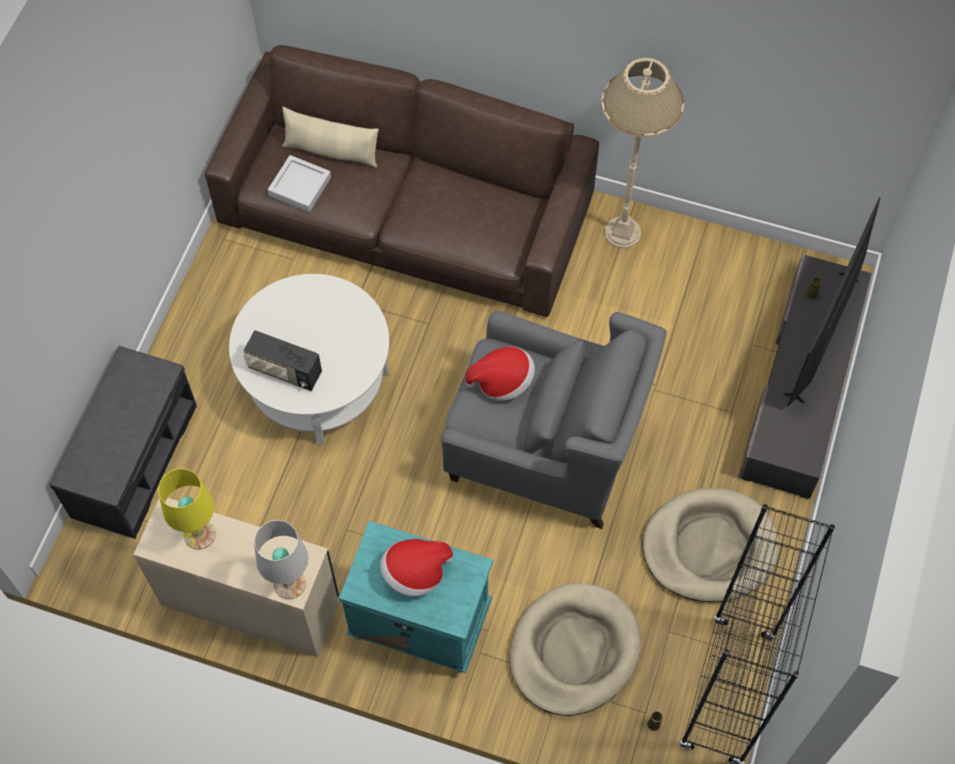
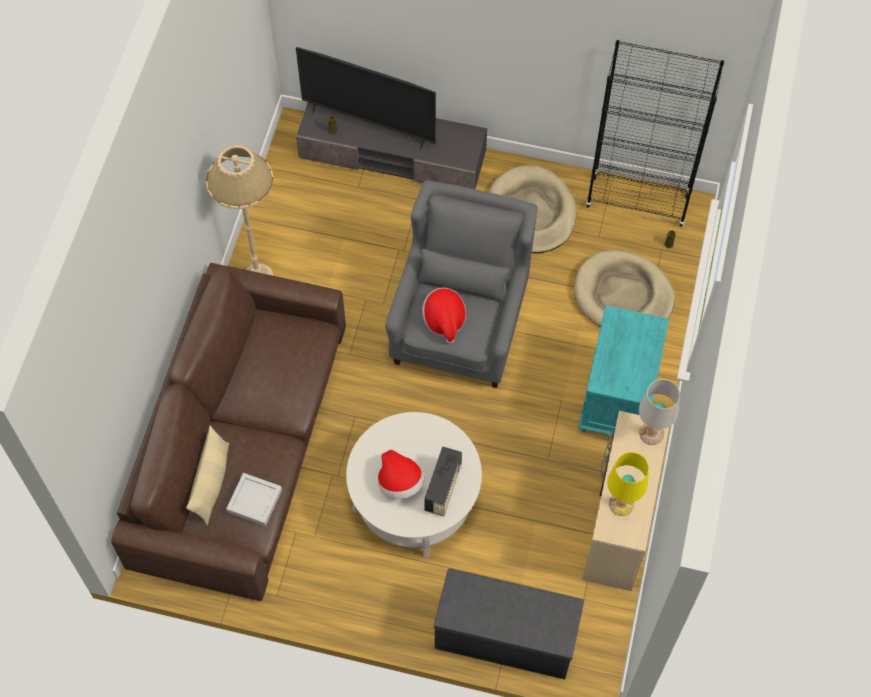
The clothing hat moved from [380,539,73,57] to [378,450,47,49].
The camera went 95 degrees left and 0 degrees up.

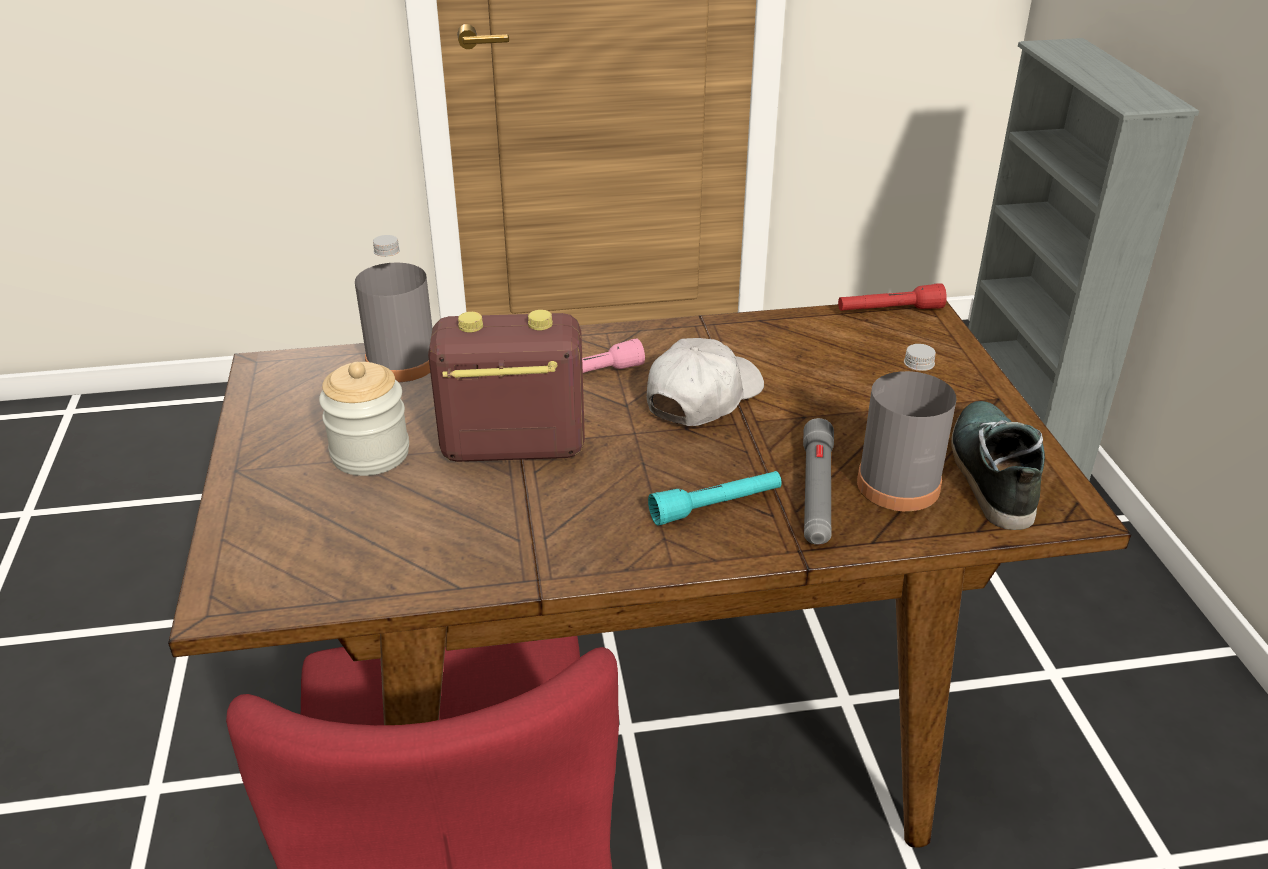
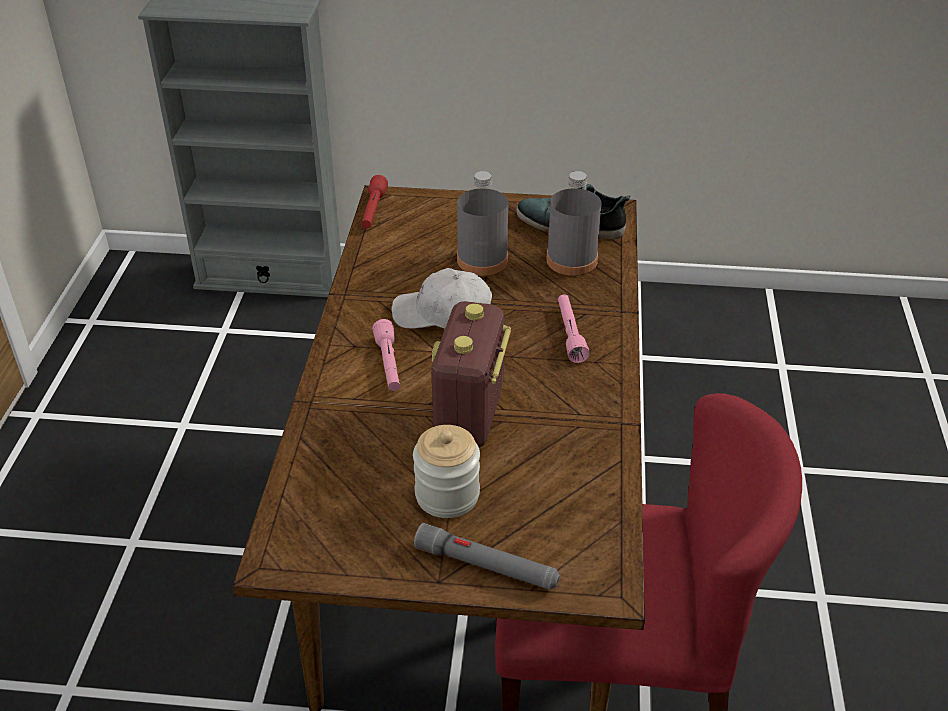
The greyish bottle moved from [355,235,78,147] to [457,171,51,105].
The white-coloured peaked cap at [647,338,117,88] turned 45 degrees counterclockwise.
The turquoise hand torch at [648,471,134,55] became the pinkish hand torch at [558,295,32,68].
The greyish hand torch moved from [803,418,31,127] to [414,523,146,67].
The camera went 75 degrees left and 5 degrees up.

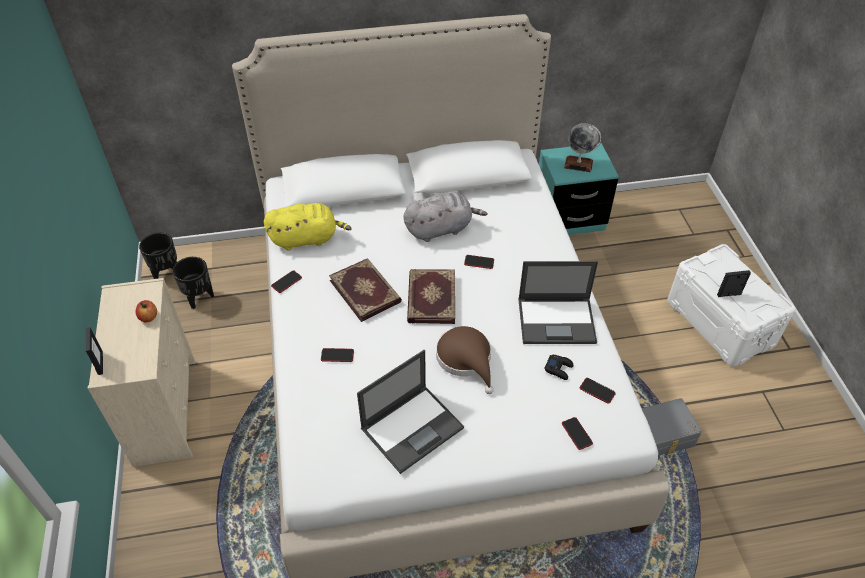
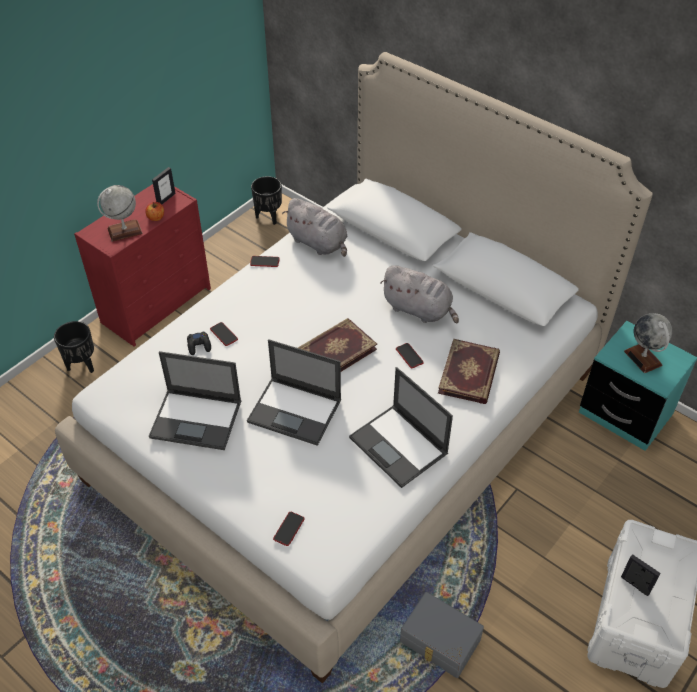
The standing frame moved from [86,327,17,48] to [152,167,24,37].
The beige-coloured chest of drawers at [88,278,107,189] became the red-coloured chest of drawers at [74,184,137,163].
The blackish plant pot moved from [172,257,42,52] to [54,321,40,52].
The yellow-coloured soft toy at [264,203,88,48] became the greyish soft toy at [282,198,66,59].
The book moved from [329,258,73,64] to [438,339,62,65].
The brownish clothing hat at [436,326,58,68] was replaced by the portable computer at [247,339,95,107].
The blackish game controller moved from [544,355,29,25] to [187,332,24,23].
The telephone at [580,378,36,26] disappeared.
The world globe at [97,185,46,57] appeared.
The camera went 50 degrees right and 0 degrees up.

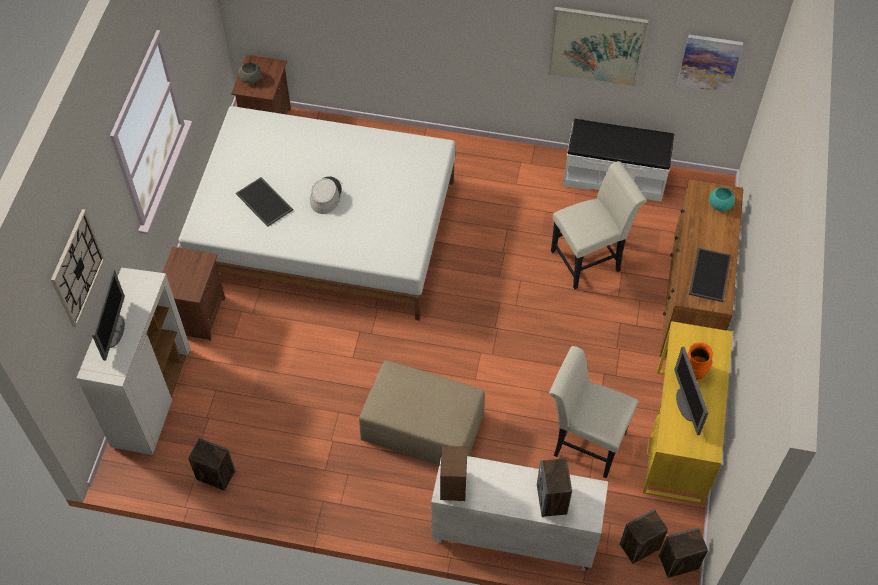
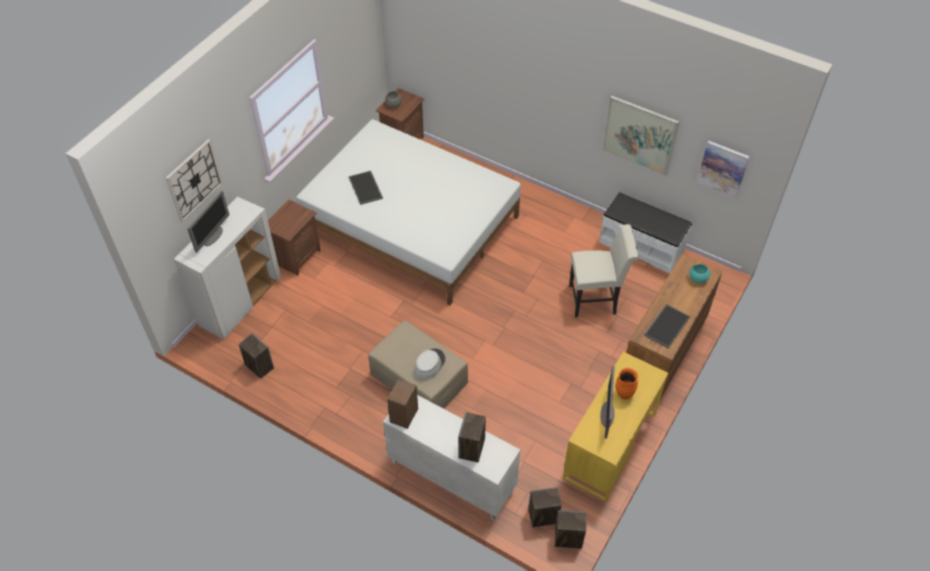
The greyish clothing hat moved from [310,176,32,38] to [414,348,31,32].
The white-coloured chair at [549,346,90,132] disappeared.
The camera went 20 degrees right and 5 degrees down.

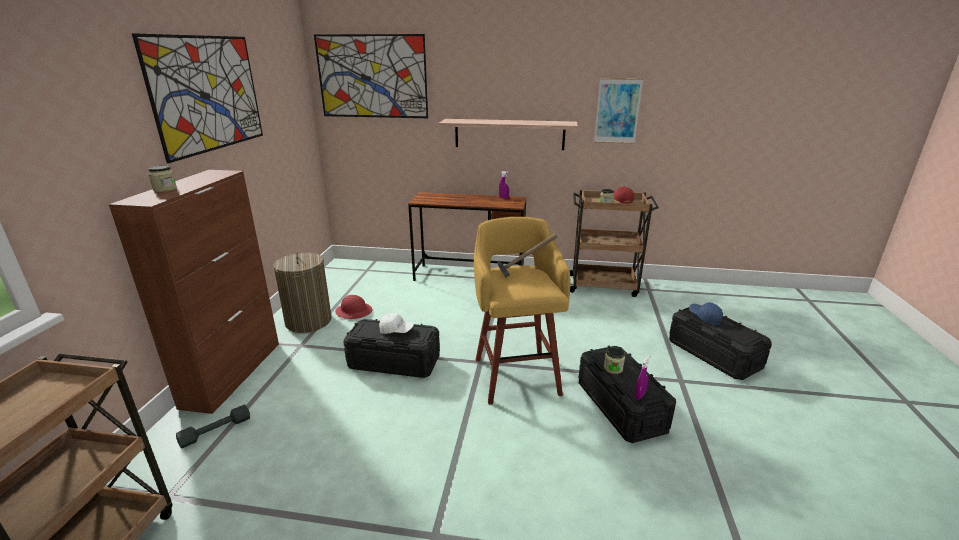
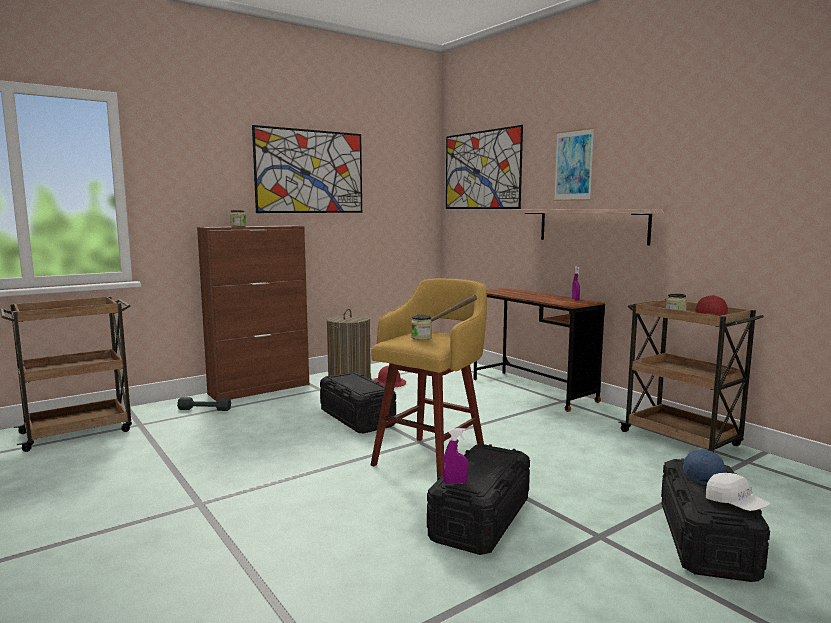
The white-coloured peaked cap moved from [379,313,35,21] to [706,473,65,38].
The wall art moved from [594,78,49,66] to [554,127,40,74].
The preserve jar moved from [604,347,21,27] to [411,315,21,25].
The camera went 45 degrees right and 15 degrees down.

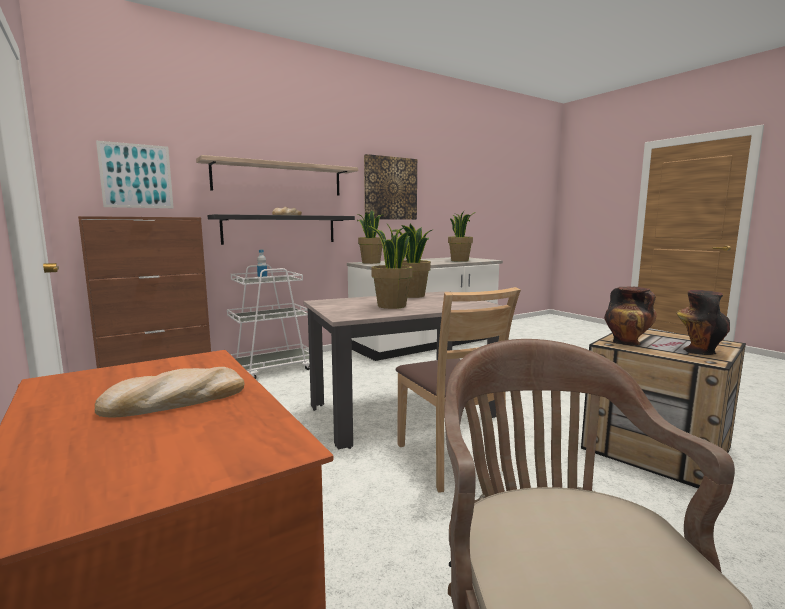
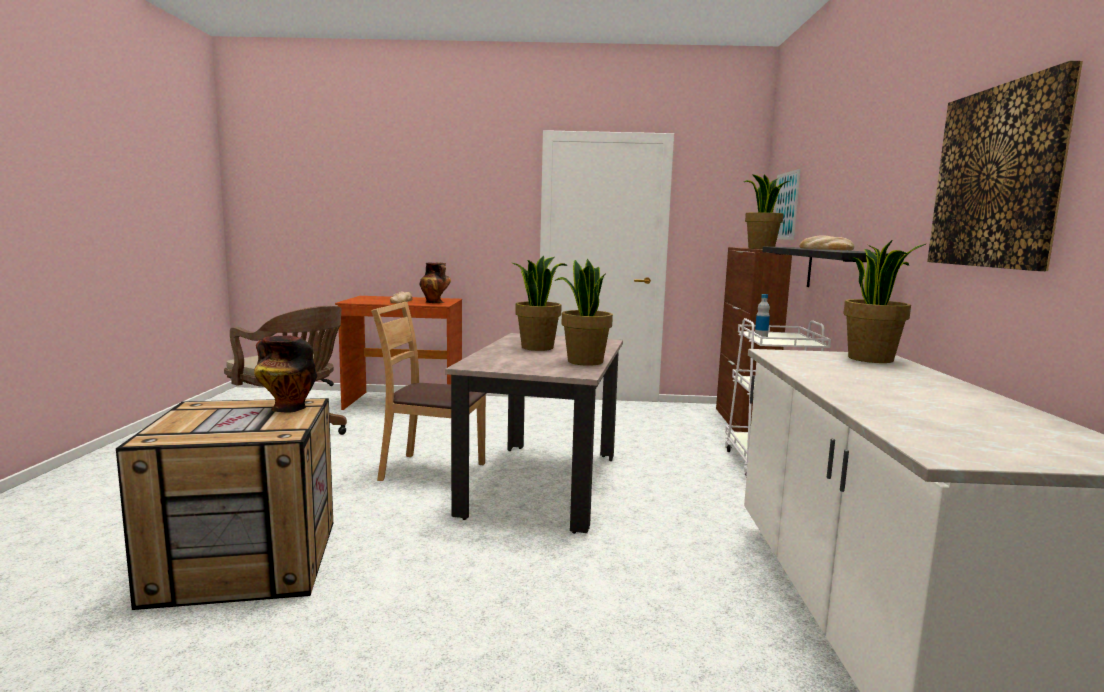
The shelf at [196,155,162,41] disappeared.
The plant in a pot moved from [448,211,28,51] to [744,174,46,75].
The decorative vase moved from [676,290,54,65] to [419,263,32,40].
The camera went 125 degrees right and 0 degrees up.

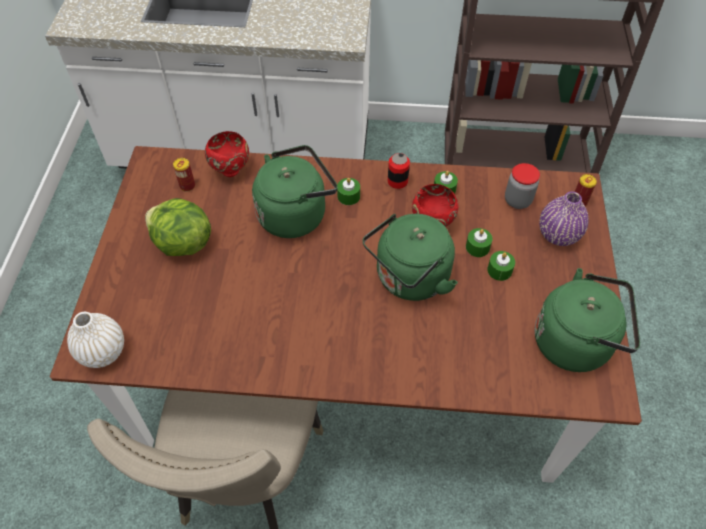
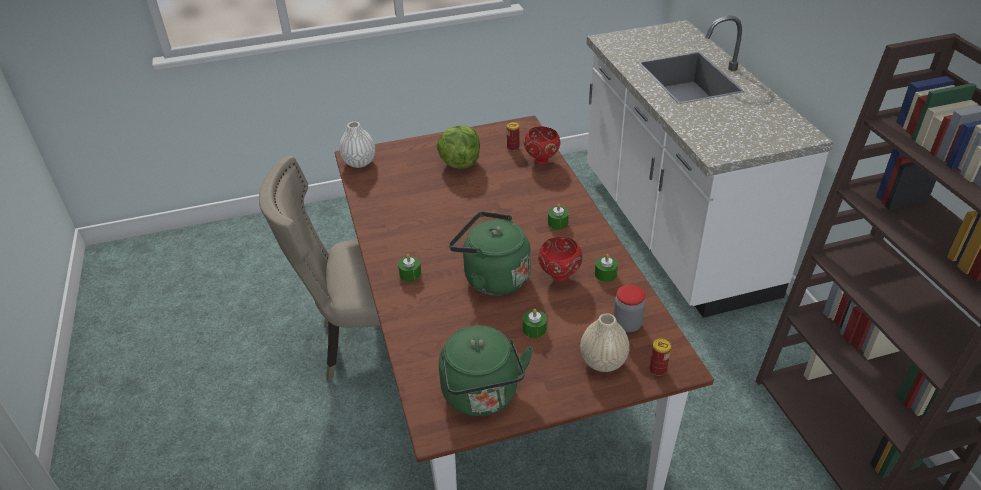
The green-coloured water kettle at [252,145,86,93] disappeared.
The metal can at [388,153,22,36] disappeared.
The green-coloured candle moved from [466,228,26,29] to [398,254,23,28].
The purplish decorative vase at [539,191,49,55] became the beige-coloured decorative vase at [580,313,50,59].
The camera went 70 degrees right and 15 degrees down.

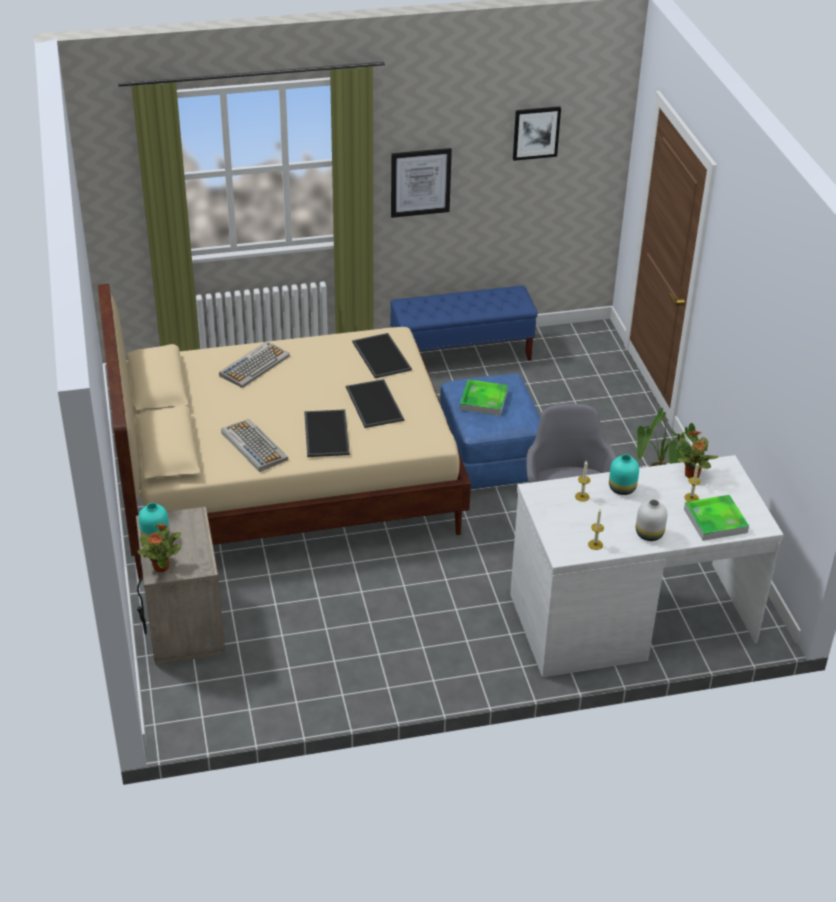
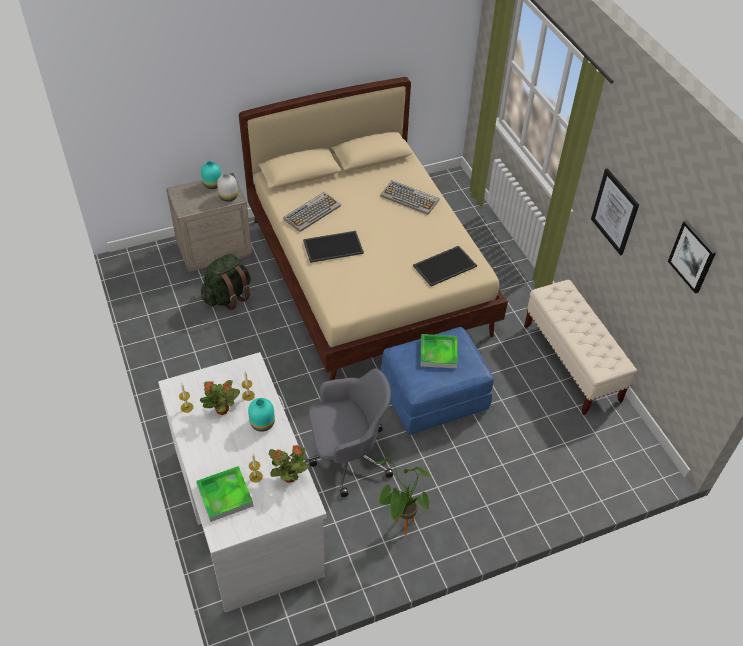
The plant in a pot moved from [137,523,44,49] to [200,380,40,35].
The tray at [346,379,58,49] disappeared.
The blue-coloured bench at [390,286,148,75] became the beige-coloured bench at [524,280,113,135].
The white-coloured decorative vase moved from [636,499,31,42] to [217,174,21,28].
The green-coloured rucksack at [201,254,50,57] appeared.
The camera went 80 degrees right and 10 degrees up.

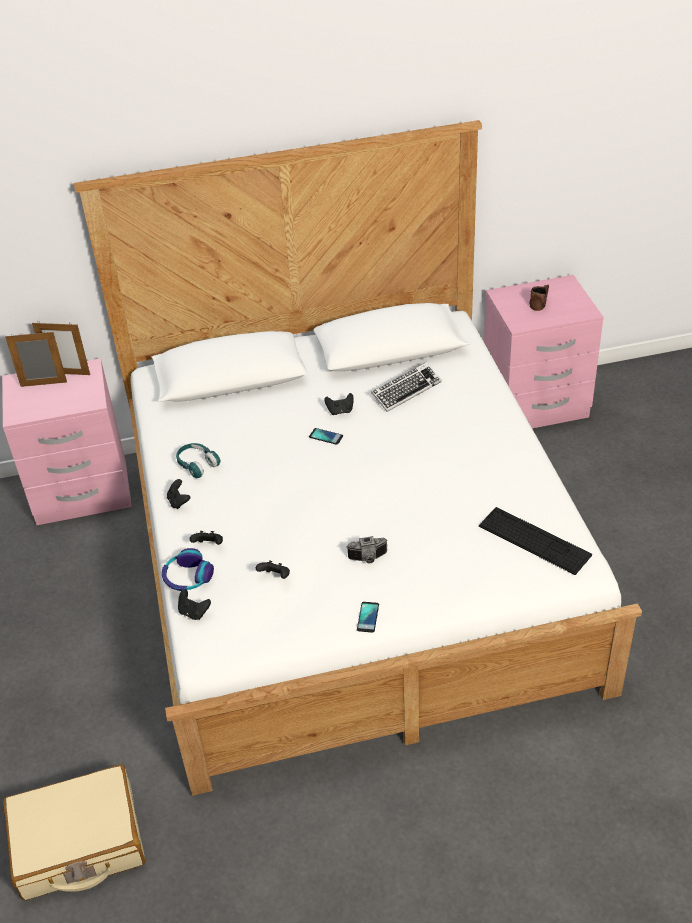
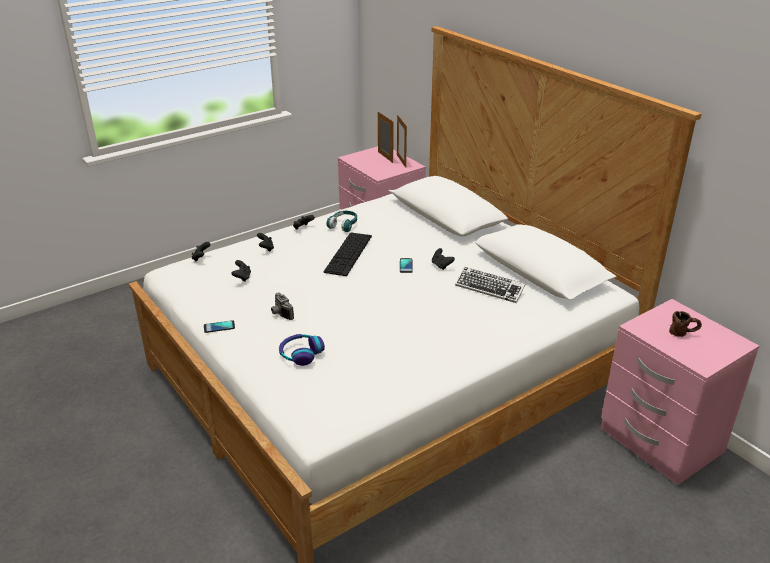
The beige-coloured travel case at [3,764,143,136] disappeared.
The pair of headphones moved from [162,548,52,43] to [279,334,46,32].
The computer keyboard moved from [479,507,113,68] to [323,232,49,44].
The camera went 65 degrees right and 10 degrees down.

